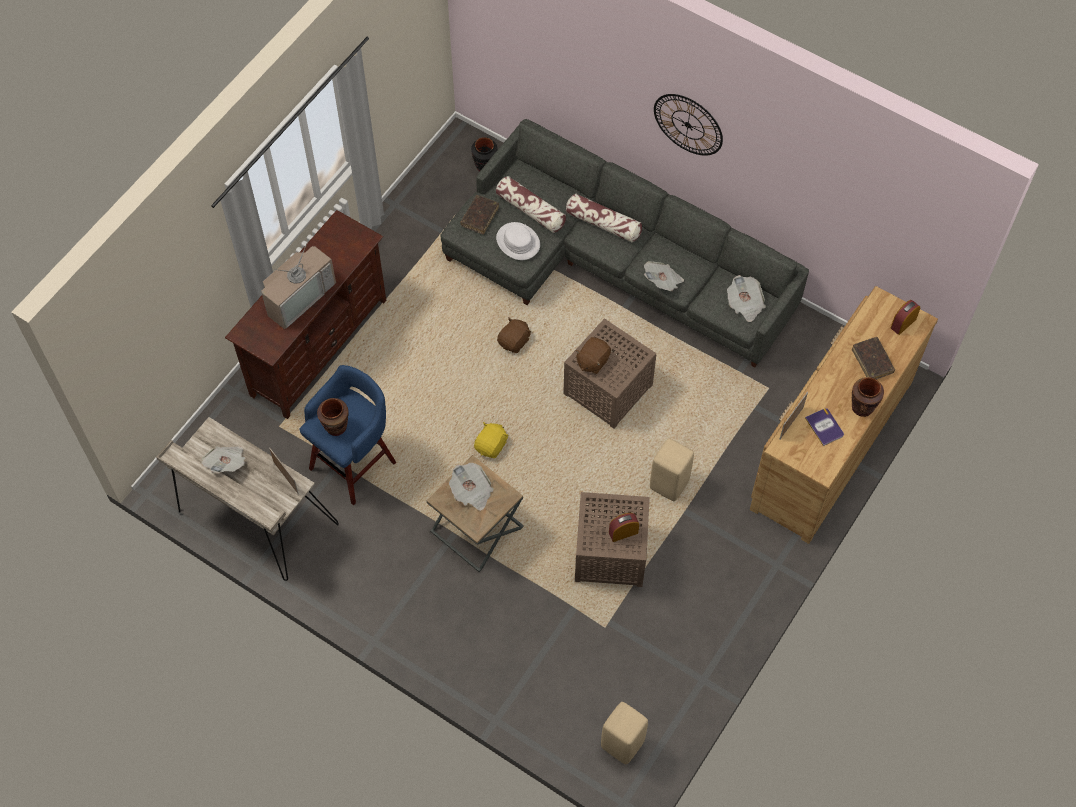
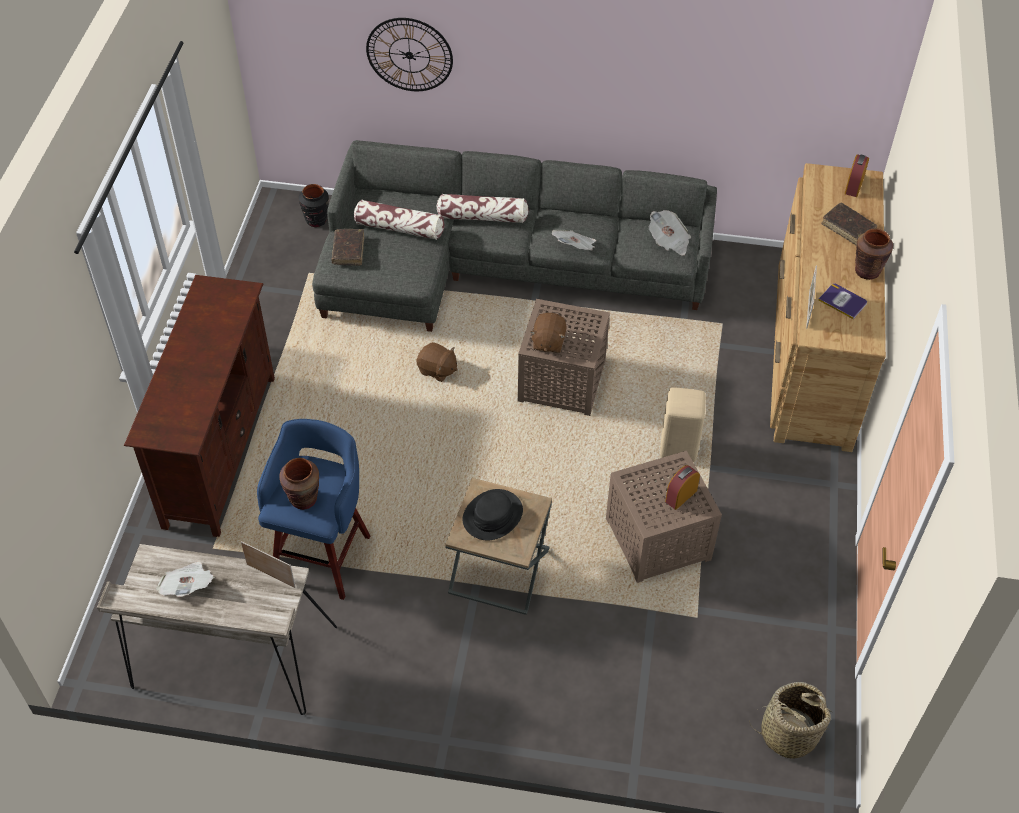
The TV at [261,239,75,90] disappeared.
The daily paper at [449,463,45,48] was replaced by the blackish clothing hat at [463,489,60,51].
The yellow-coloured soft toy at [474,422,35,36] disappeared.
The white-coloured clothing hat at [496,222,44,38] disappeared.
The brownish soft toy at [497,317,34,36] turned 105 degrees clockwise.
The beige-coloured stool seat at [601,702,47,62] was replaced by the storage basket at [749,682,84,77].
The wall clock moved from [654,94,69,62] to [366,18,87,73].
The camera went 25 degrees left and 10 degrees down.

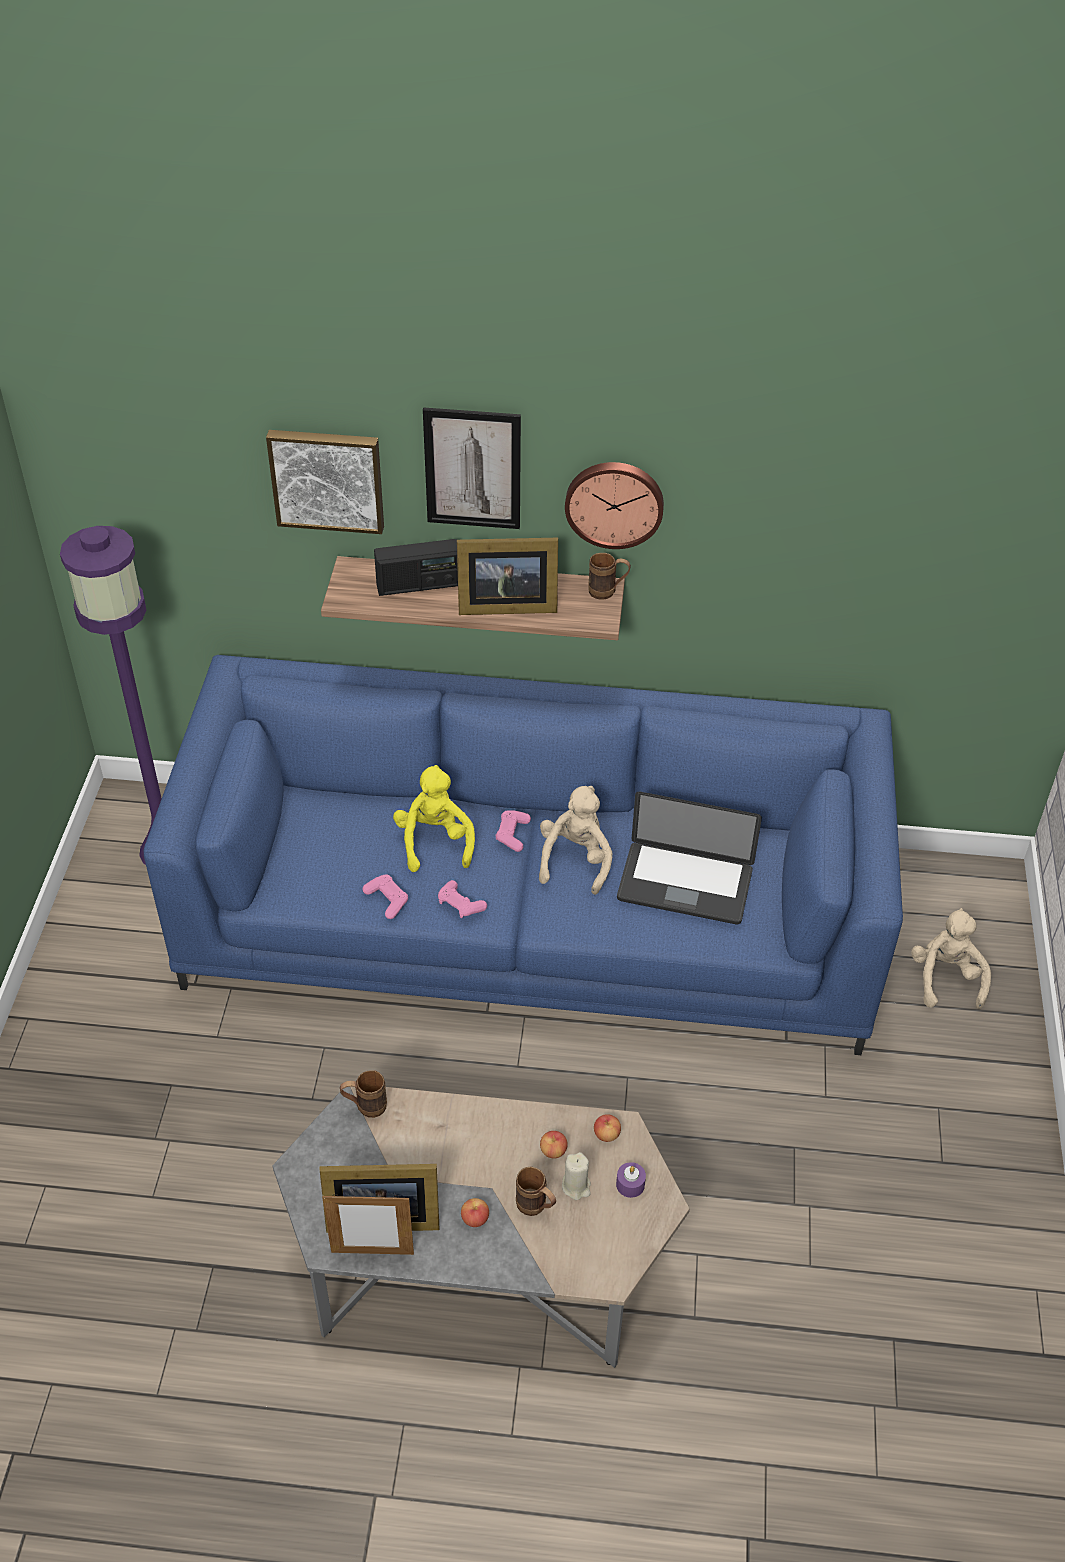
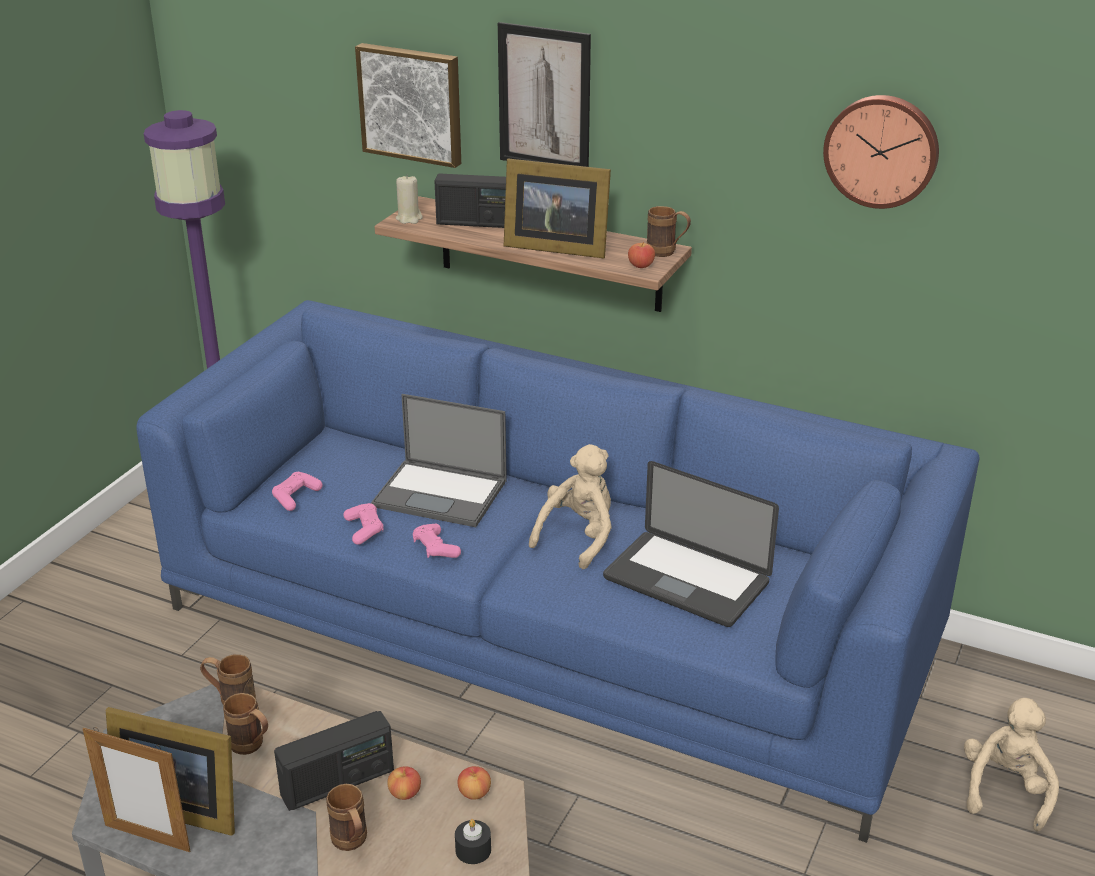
The yellow-coloured soft toy at [393,765,82,107] was replaced by the portable computer at [371,394,136,133].
The apple moved from [461,1198,28,29] to [628,242,27,26].
The pinkish game controller moved from [496,810,35,42] to [272,472,50,39].
The beige-coloured candle moved from [562,1152,29,48] to [396,174,27,50].
The wall clock moved from [565,462,99,87] to [823,95,116,114].
The purplish candle at [616,1162,30,36] became the blackish candle at [455,819,36,45].
The brownish tea mug at [223,693,45,62] appeared.
The radio at [274,711,120,100] appeared.
The camera went 20 degrees right and 15 degrees down.

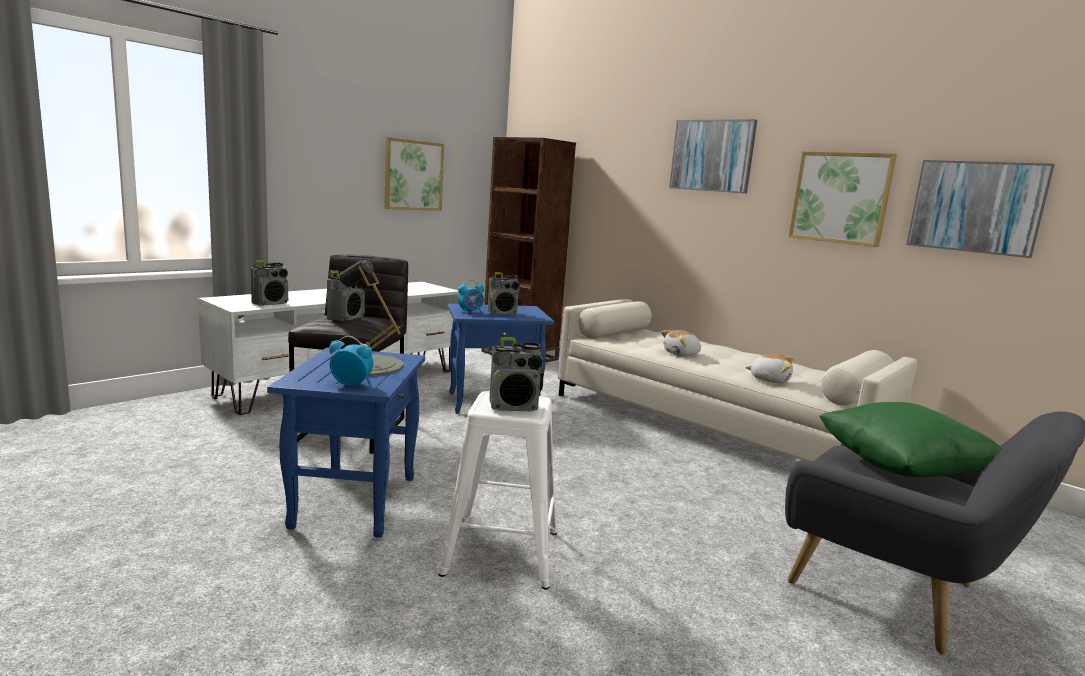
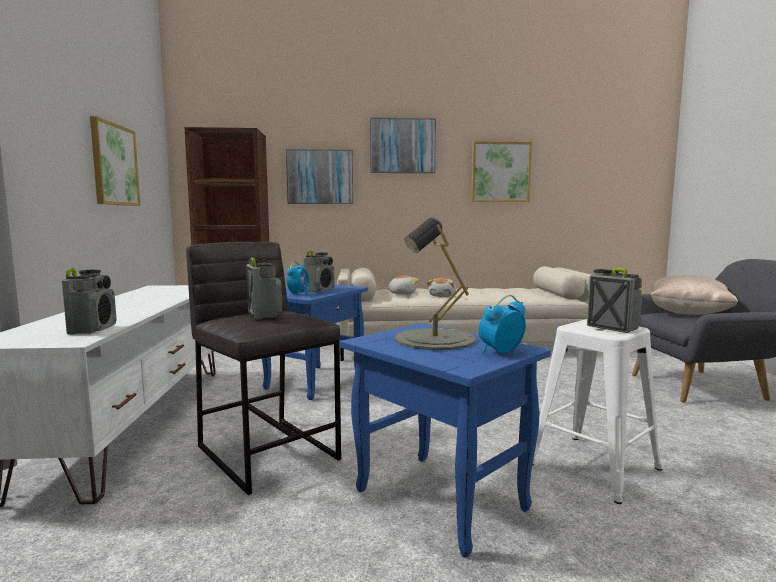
The radio at [489,337,54,74] turned 75 degrees counterclockwise.
The soft toy moved from [745,354,49,29] to [386,275,33,19].
The green-coloured pillow at [819,402,183,75] became the beige-coloured pillow at [650,275,88,40].
The wall art moved from [906,160,149,98] to [286,149,67,55].
The camera went 45 degrees left and 5 degrees down.

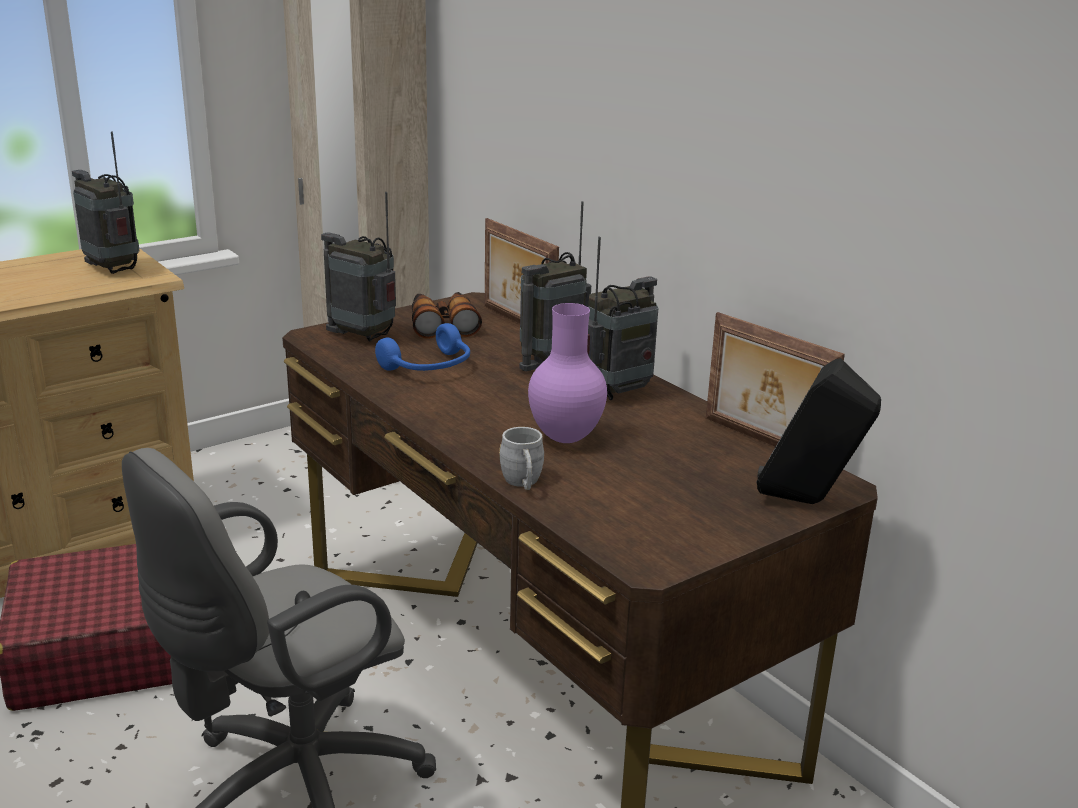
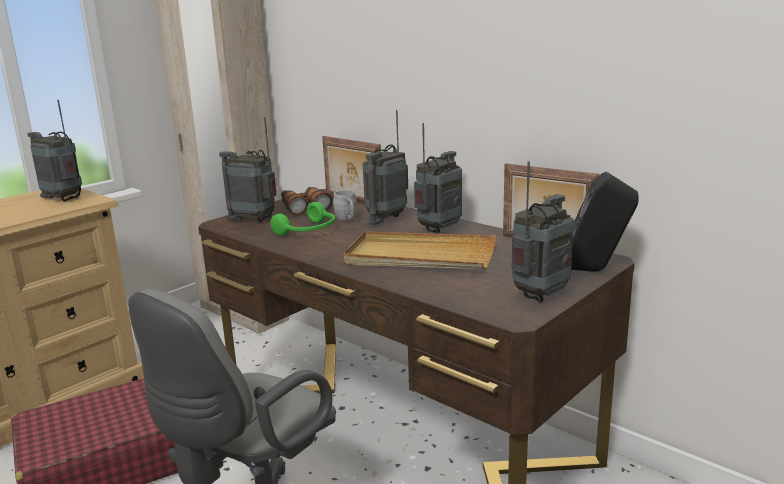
The blue-coloured pair of headphones at [375,323,95,48] became the green-coloured pair of headphones at [270,202,65,34].
The greyish tea mug moved from [499,427,45,63] to [333,190,24,30].
The purplish decorative vase at [528,303,79,140] was replaced by the beige-coloured tray at [344,232,152,37].
The radio at [512,161,62,142] appeared.
The camera went 10 degrees left and 5 degrees down.

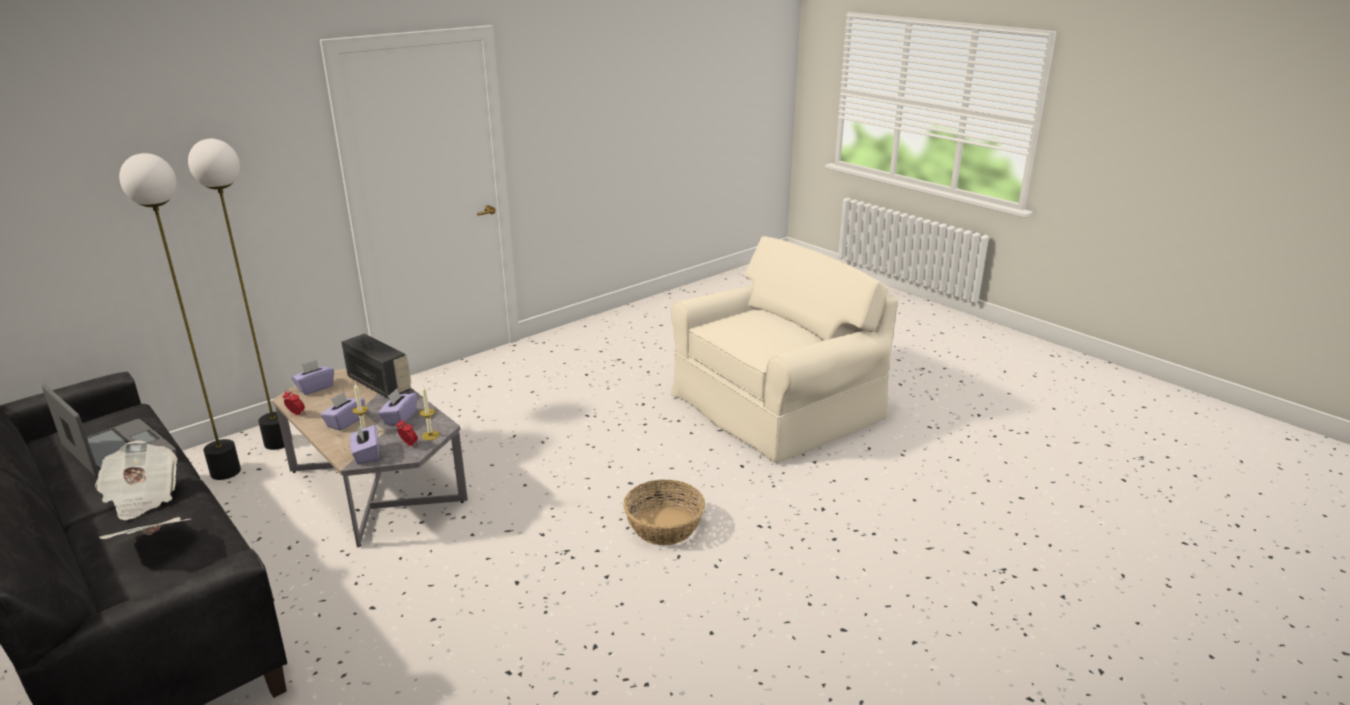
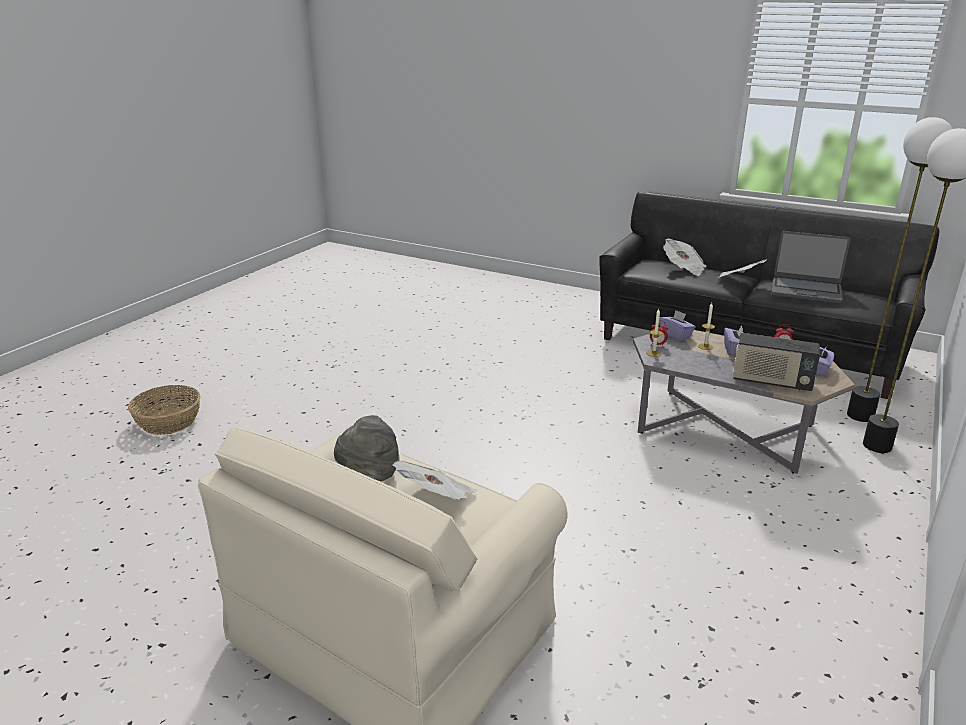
The purplish tissue holder at [378,389,39,37] disappeared.
The storage basket moved from [623,480,82,65] to [128,385,72,50].
The greyish clothing hat at [334,415,66,66] appeared.
The daily paper at [392,461,85,39] appeared.
The camera went 160 degrees right and 0 degrees up.

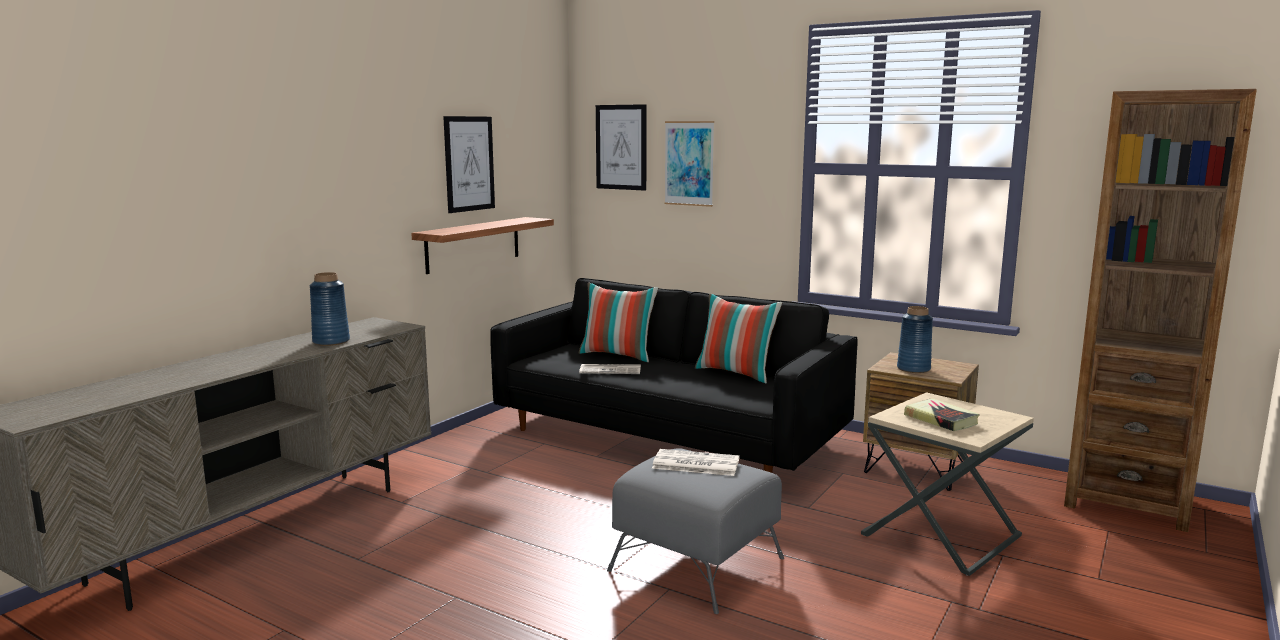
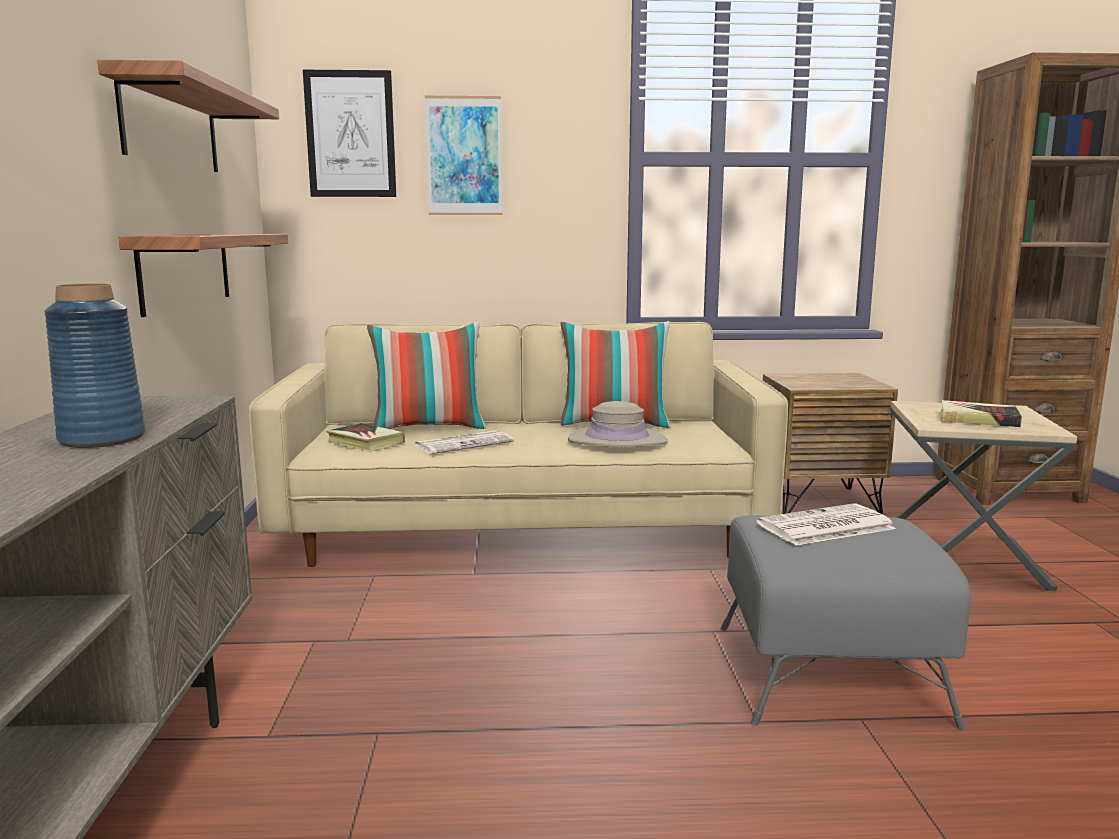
The wall art at [443,116,52,97] was replaced by the shelf at [97,60,182,112].
The blackish sofa at [490,278,368,195] became the beige-coloured sofa at [249,322,539,245].
The blue-coloured decorative vase at [897,306,36,67] disappeared.
The book at [326,423,79,29] appeared.
The beige-coloured clothing hat at [568,401,100,46] appeared.
The camera went 35 degrees left and 0 degrees up.

